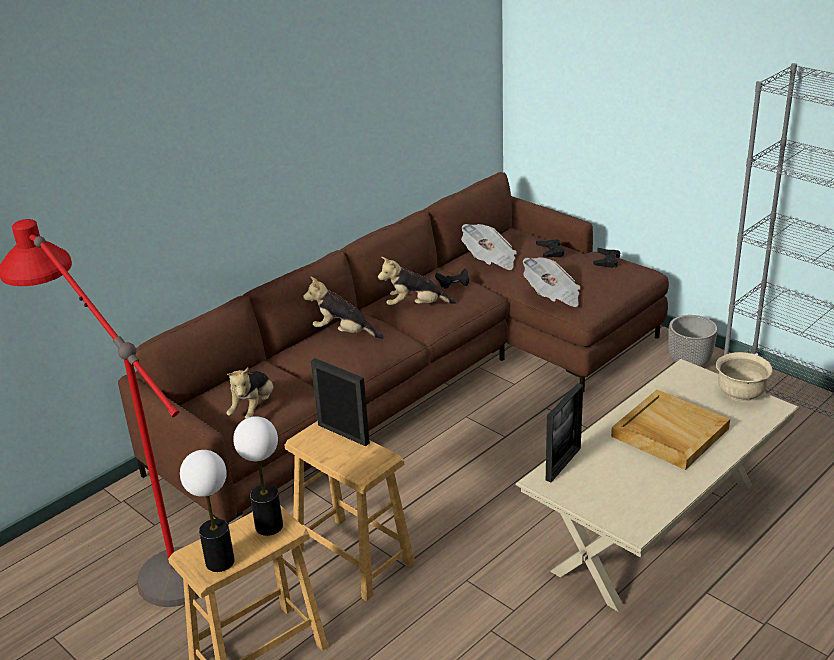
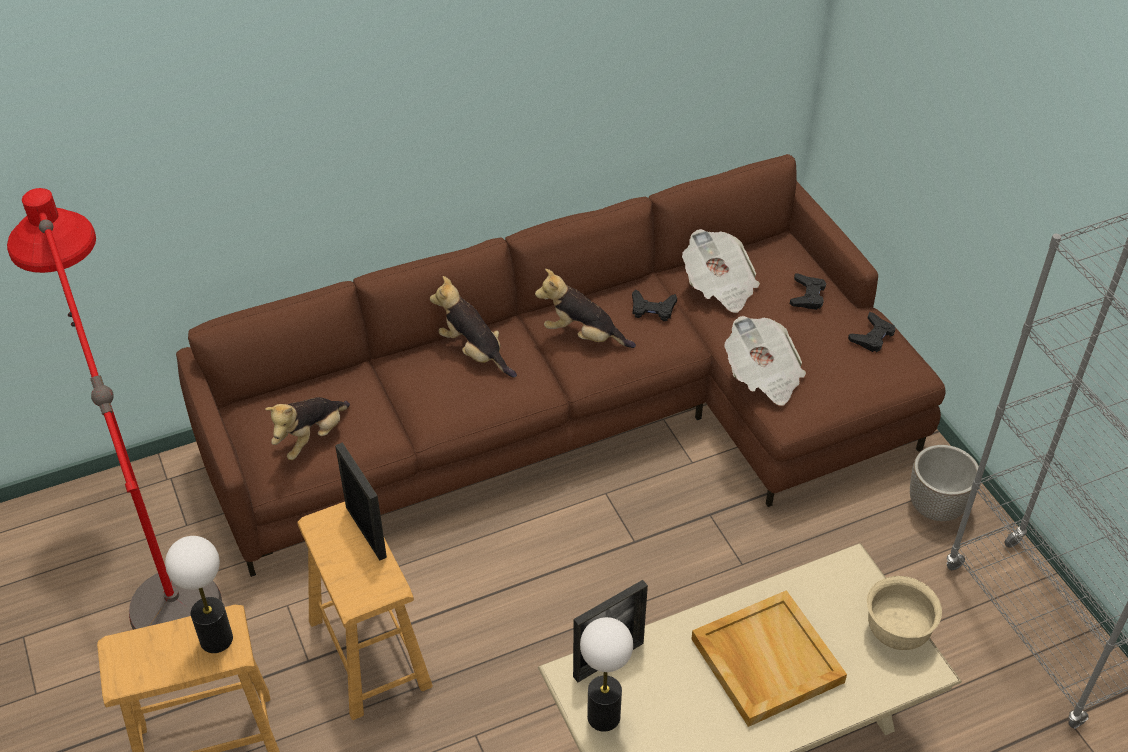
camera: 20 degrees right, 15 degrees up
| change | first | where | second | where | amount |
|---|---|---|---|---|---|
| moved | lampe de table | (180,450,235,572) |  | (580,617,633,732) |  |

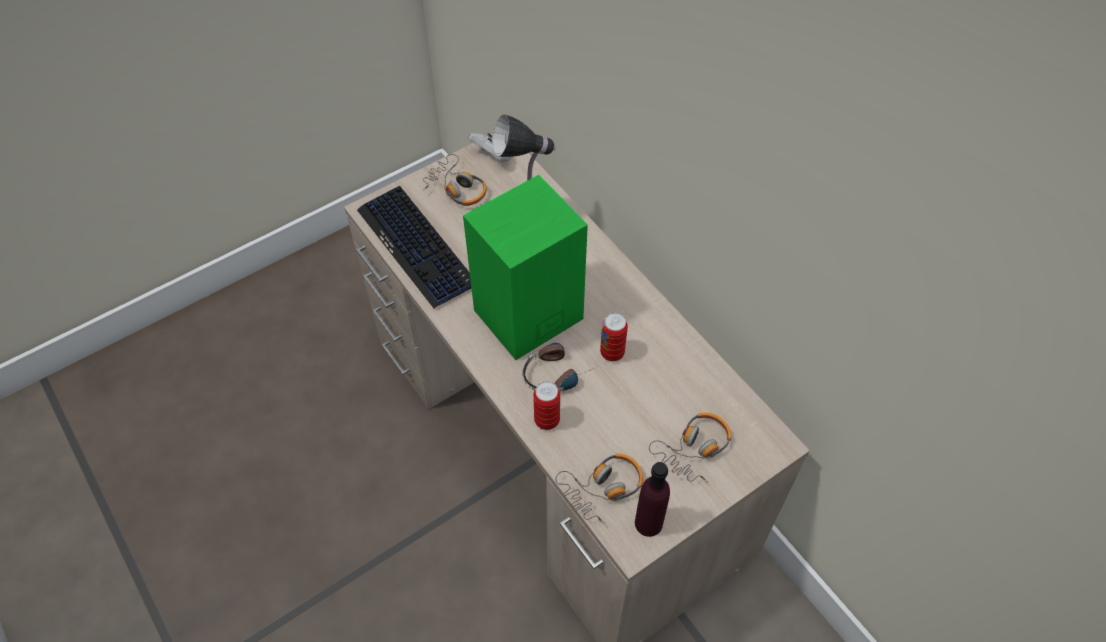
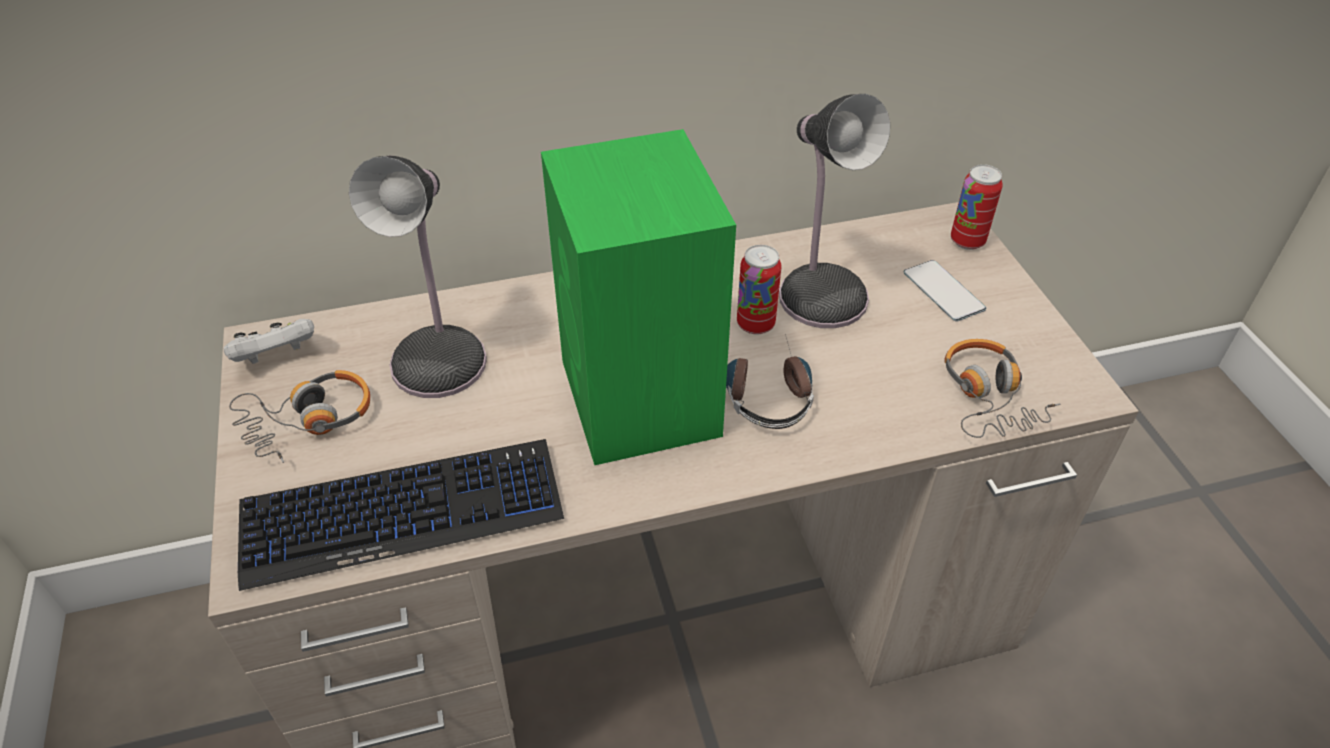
camera: 70 degrees left, 10 degrees down
| change | first | where | second | where | amount |
|---|---|---|---|---|---|
| added |  |  | lampe de table | (779,94,890,328) |  |
| replaced | casque audio | (649,413,731,482) | téléphone | (904,260,986,322) |  |
| moved | boîte métallique | (533,381,560,430) |  | (951,164,1003,250) |  |
| removed | bouteille/violet | (635,462,670,537) |  |  |  |

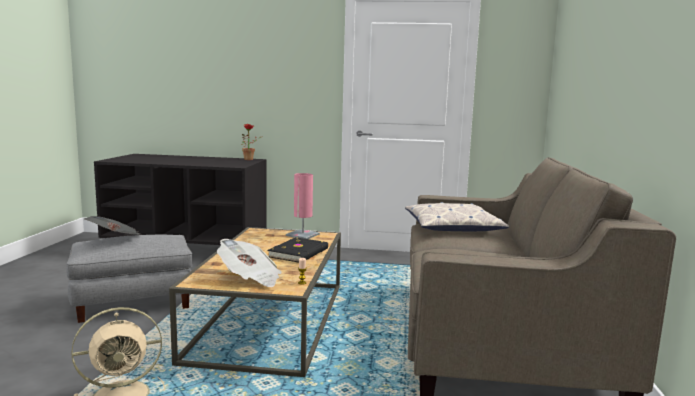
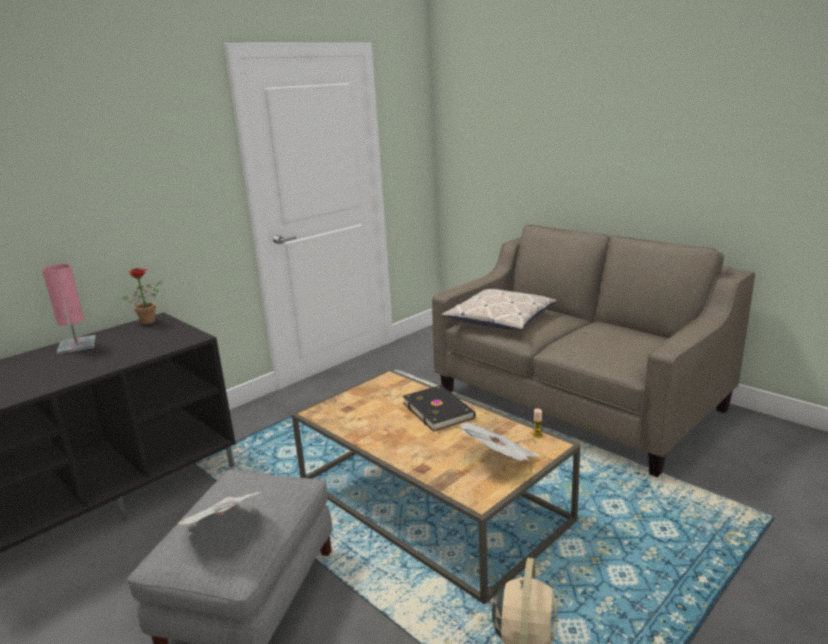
camera: 50 degrees left, 10 degrees up
| change | first | where | second | where | amount |
|---|---|---|---|---|---|
| moved | lampe de table/rose | (286,173,320,239) |  | (42,264,96,355) |  |

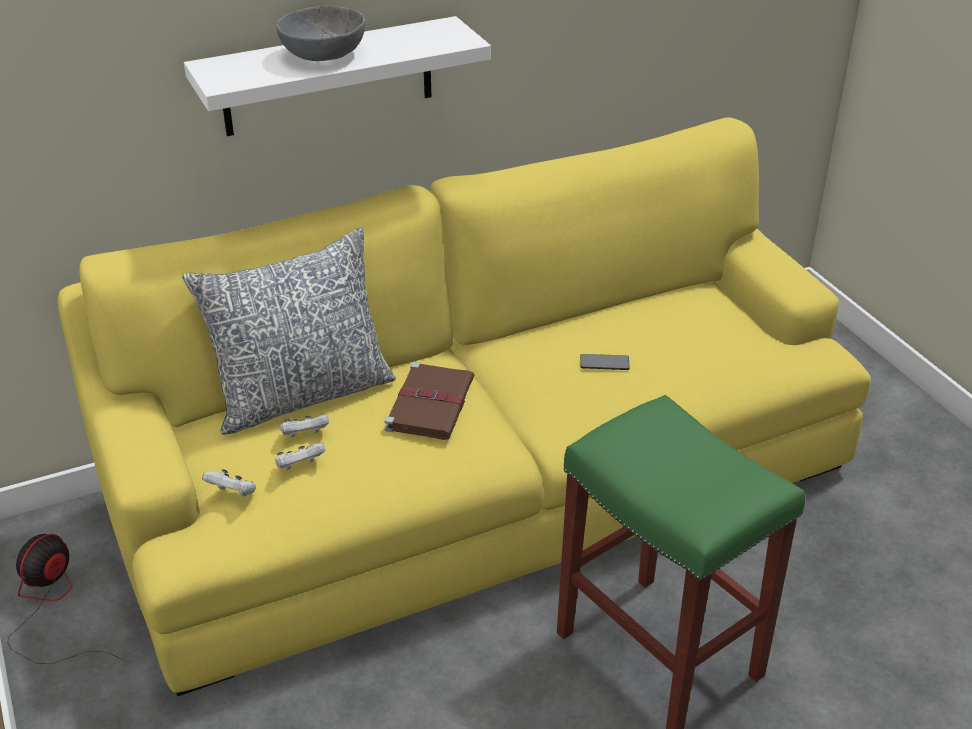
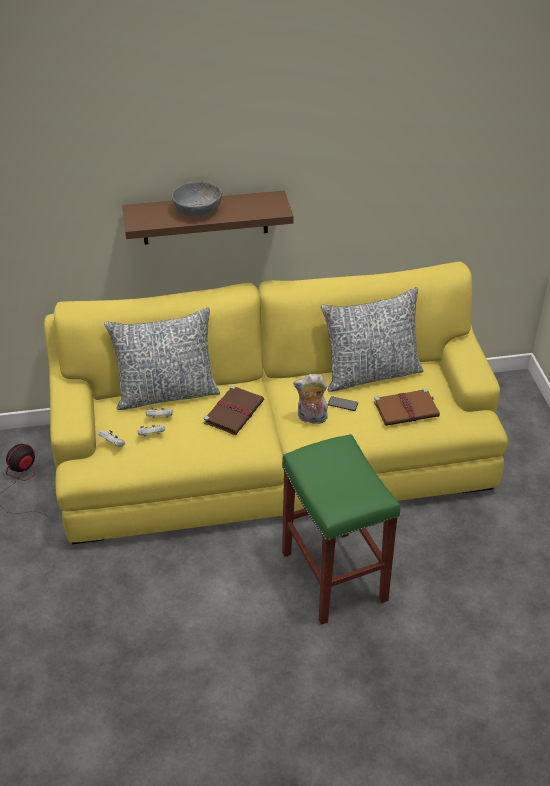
camera: 15 degrees right, 5 degrees up
| change | first | where | second | where | amount |
|---|---|---|---|---|---|
| recoloured | étagère/blanc | (184,16,491,136) | étagère/marron | (122,191,294,245) |  |
| added |  |  | peluche | (293,374,329,424) |  |
| added |  |  | coussin | (321,287,424,392) |  |
| added |  |  | livre/marron | (374,388,440,426) |  |

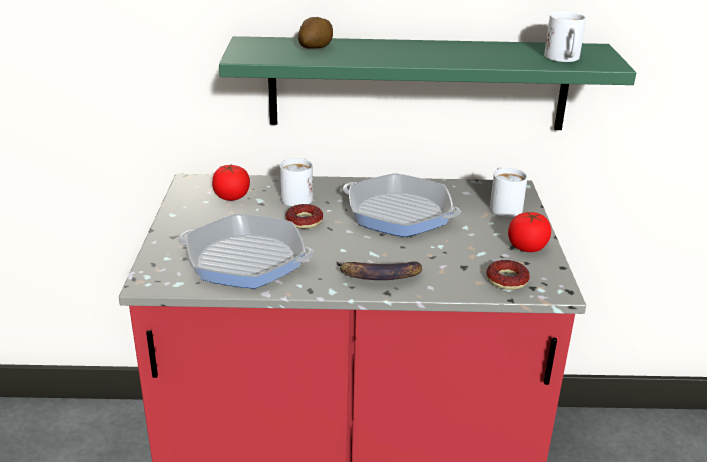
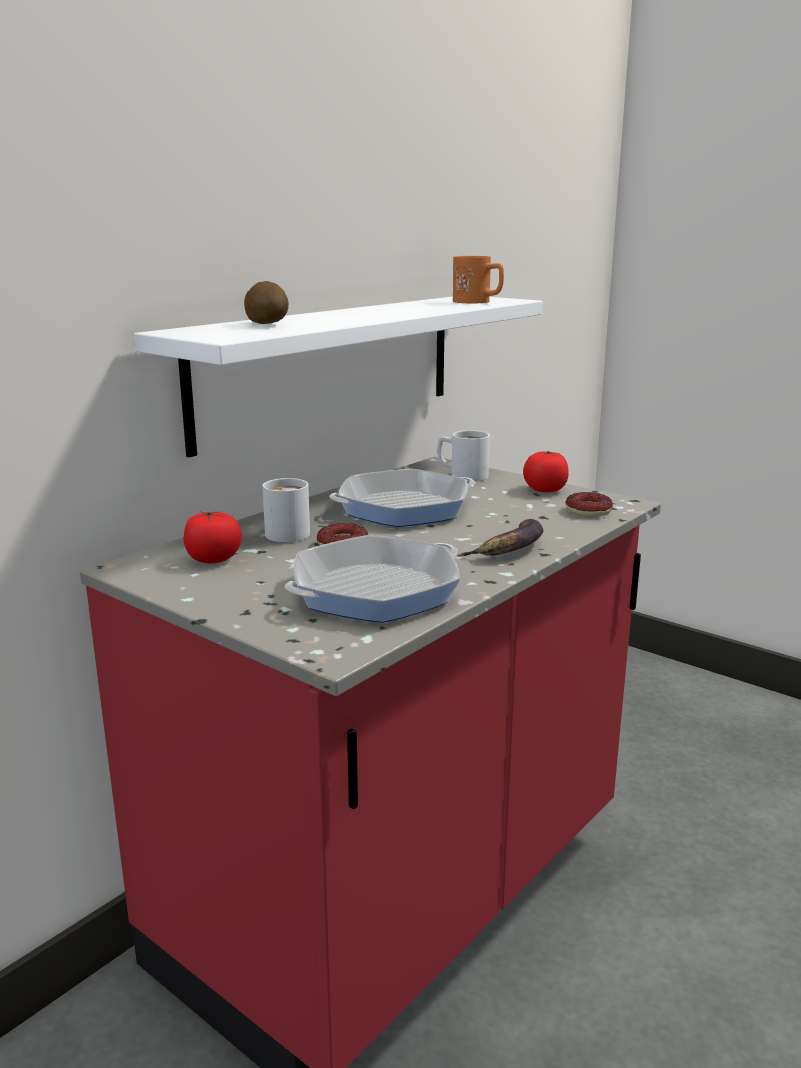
camera: 50 degrees left, 10 degrees down
| change | first | where | second | where | amount |
|---|---|---|---|---|---|
| recoloured | étagère/vert | (219,36,636,130) | étagère/blanc | (134,297,543,458) |  |
| recoloured | mug/blanc | (544,12,586,62) | mug/orange | (453,256,504,303) |  |

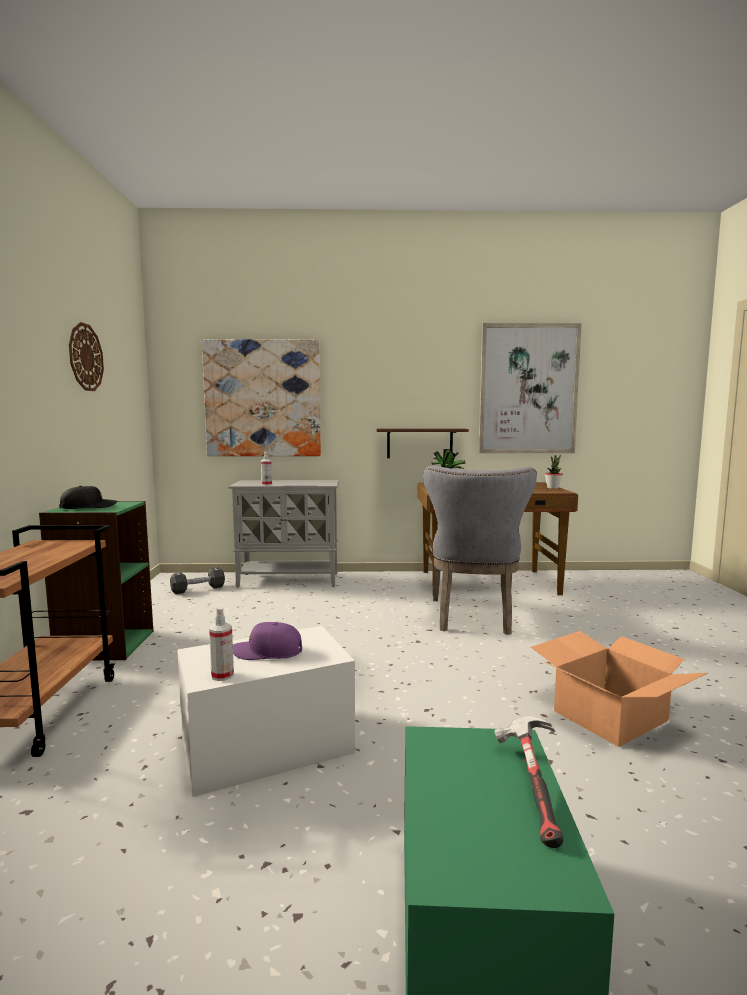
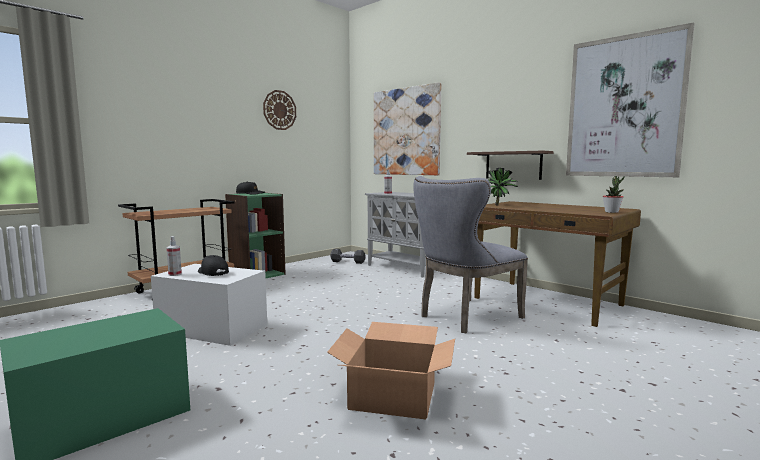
camera: 45 degrees right, 0 degrees up
| change | first | where | second | where | amount |
|---|---|---|---|---|---|
| recoloured | casquette/violet | (233,622,302,660) | casquette/noir | (198,255,229,276) |  |
| removed | marteau | (494,716,564,848) |  |  |  |

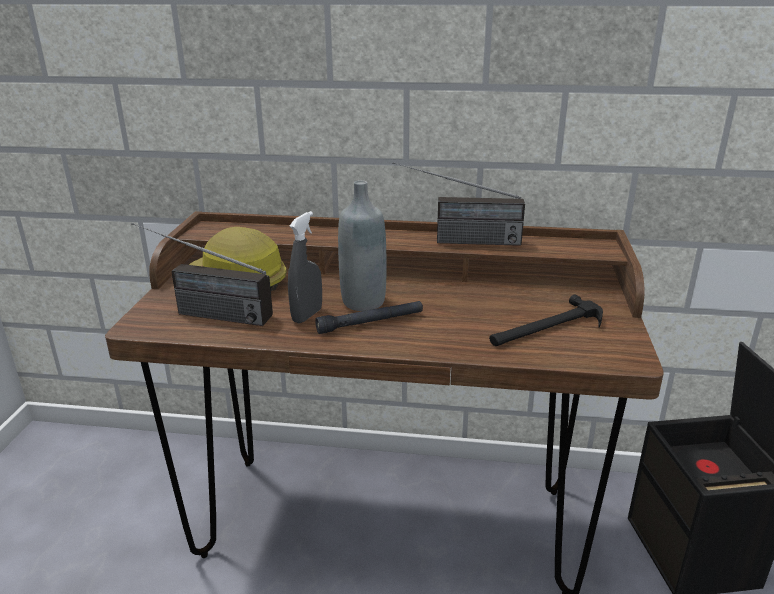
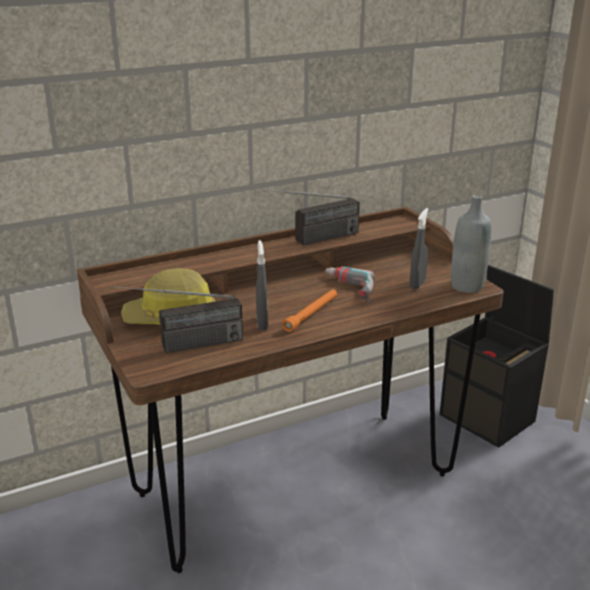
camera: 35 degrees left, 0 degrees up
| change | first | where | second | where | amount |
|---|---|---|---|---|---|
| recoloured | lampe de poche/noir | (315,301,423,334) | lampe de poche/orange | (282,289,337,332) |  |
| added |  |  | perceuse | (325,266,375,304) |  |
| replaced | marteau | (489,294,603,346) | vaporisateur/gris | (410,208,429,290) |  |
| moved | bouteille/gris | (338,180,387,311) |  | (451,195,491,293) |  |

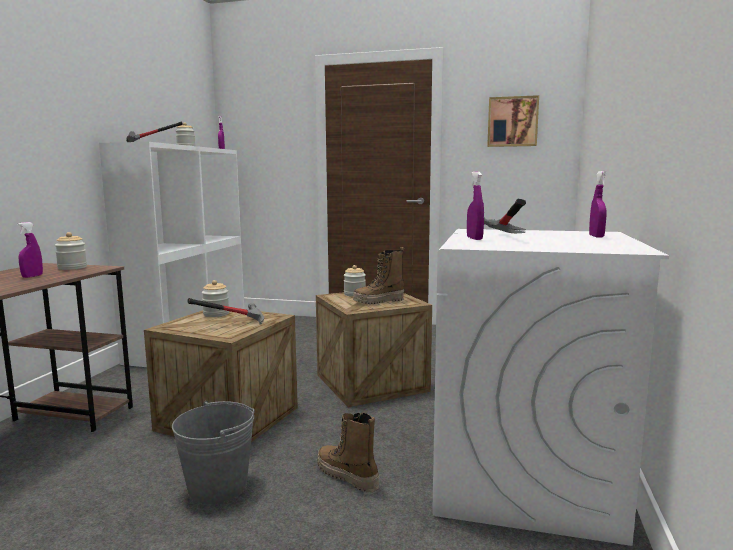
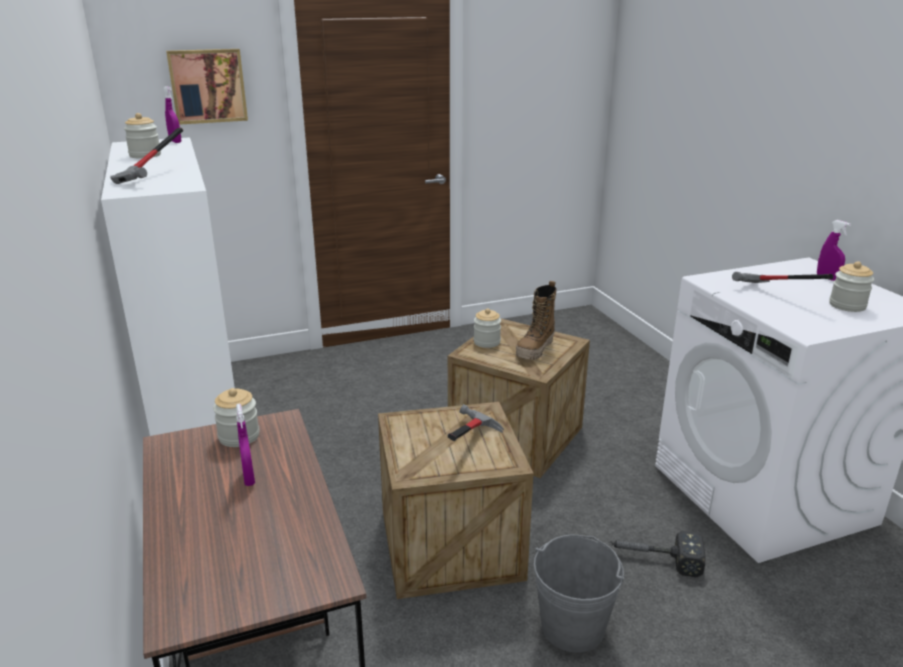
camera: 35 degrees left, 15 degrees up
| change | first | where | second | where | amount |
|---|---|---|---|---|---|
| moved | tableau | (487,95,539,147) |  | (166,49,248,125) |  |
| replaced | botte | (318,412,379,492) | marteau | (608,531,705,577) |  |
| moved | bocal | (202,280,229,317) |  | (829,261,874,312) |  |
| removed | vaporisateur/violet | (467,171,484,240) |  |  |  |

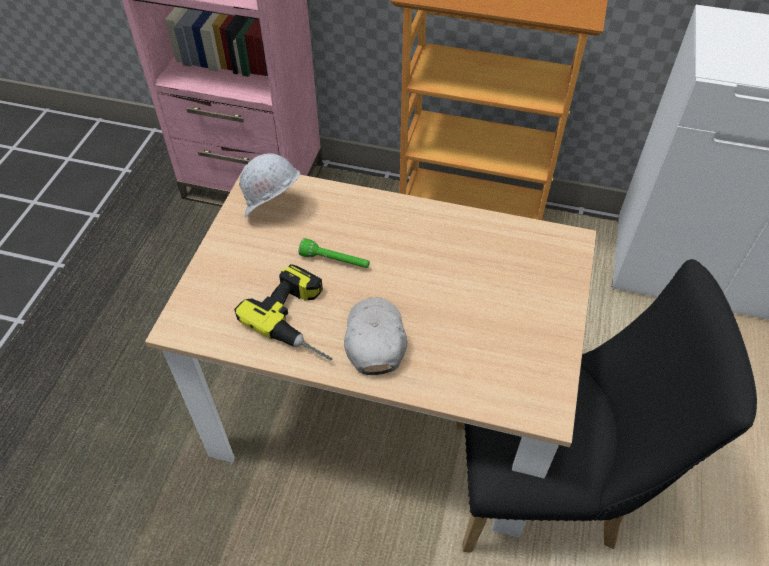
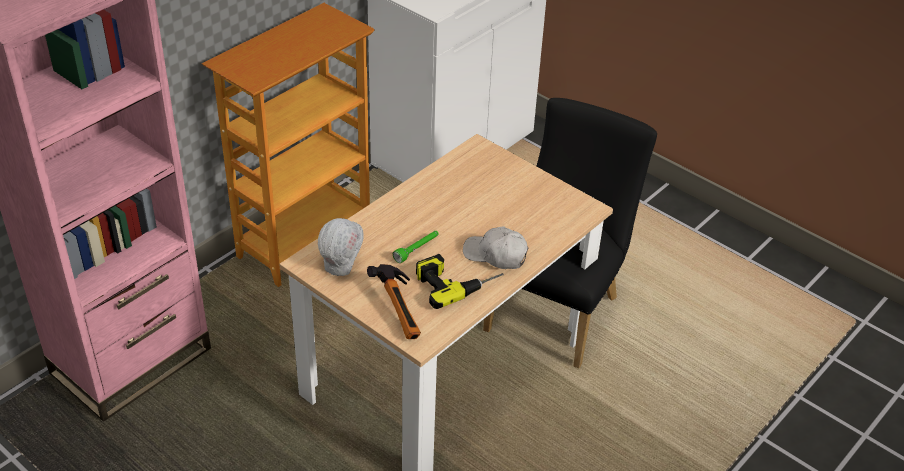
camera: 65 degrees left, 10 degrees down
| change | first | where | second | where | amount |
|---|---|---|---|---|---|
| added |  |  | marteau | (367,264,421,339) |  |

